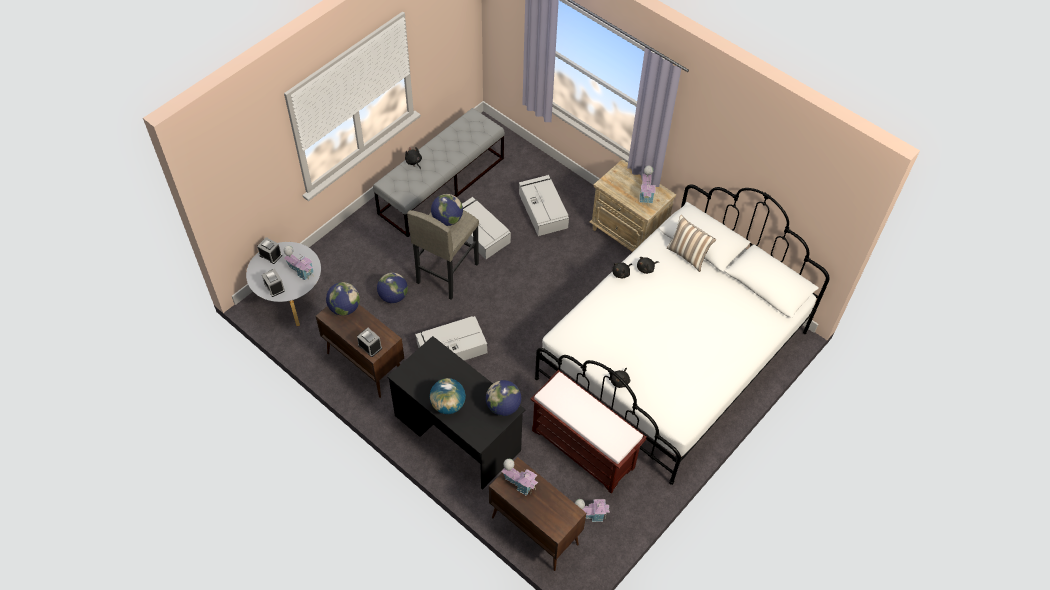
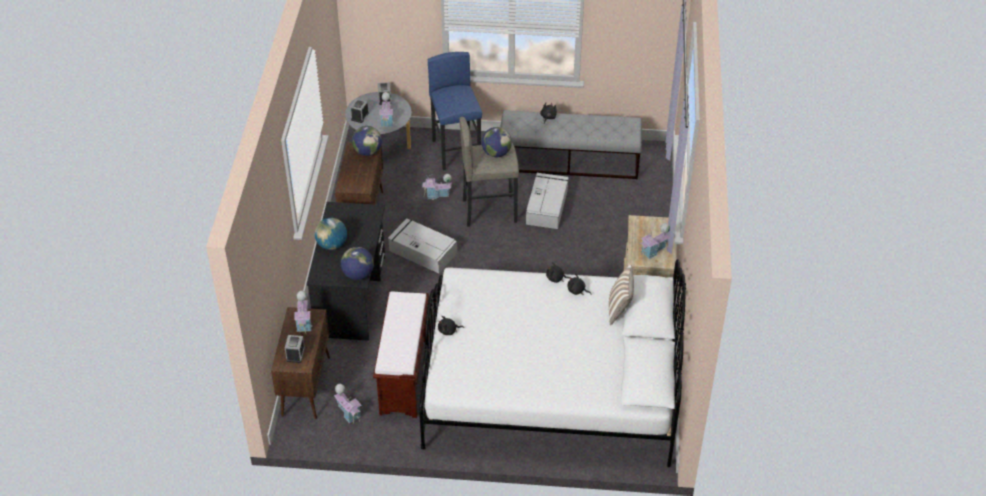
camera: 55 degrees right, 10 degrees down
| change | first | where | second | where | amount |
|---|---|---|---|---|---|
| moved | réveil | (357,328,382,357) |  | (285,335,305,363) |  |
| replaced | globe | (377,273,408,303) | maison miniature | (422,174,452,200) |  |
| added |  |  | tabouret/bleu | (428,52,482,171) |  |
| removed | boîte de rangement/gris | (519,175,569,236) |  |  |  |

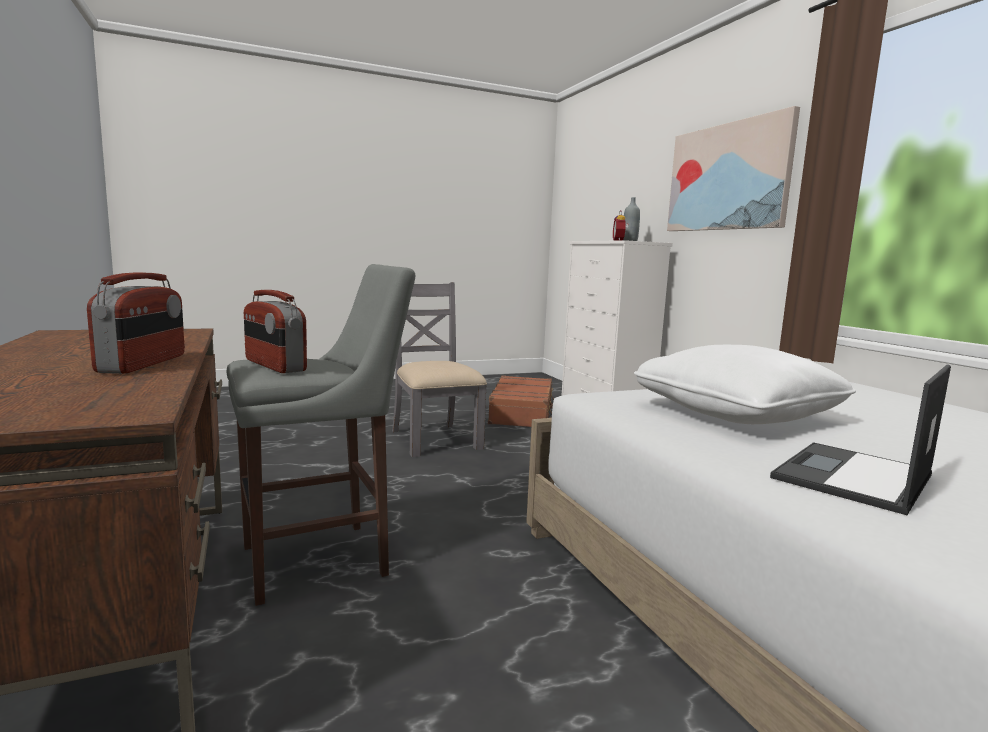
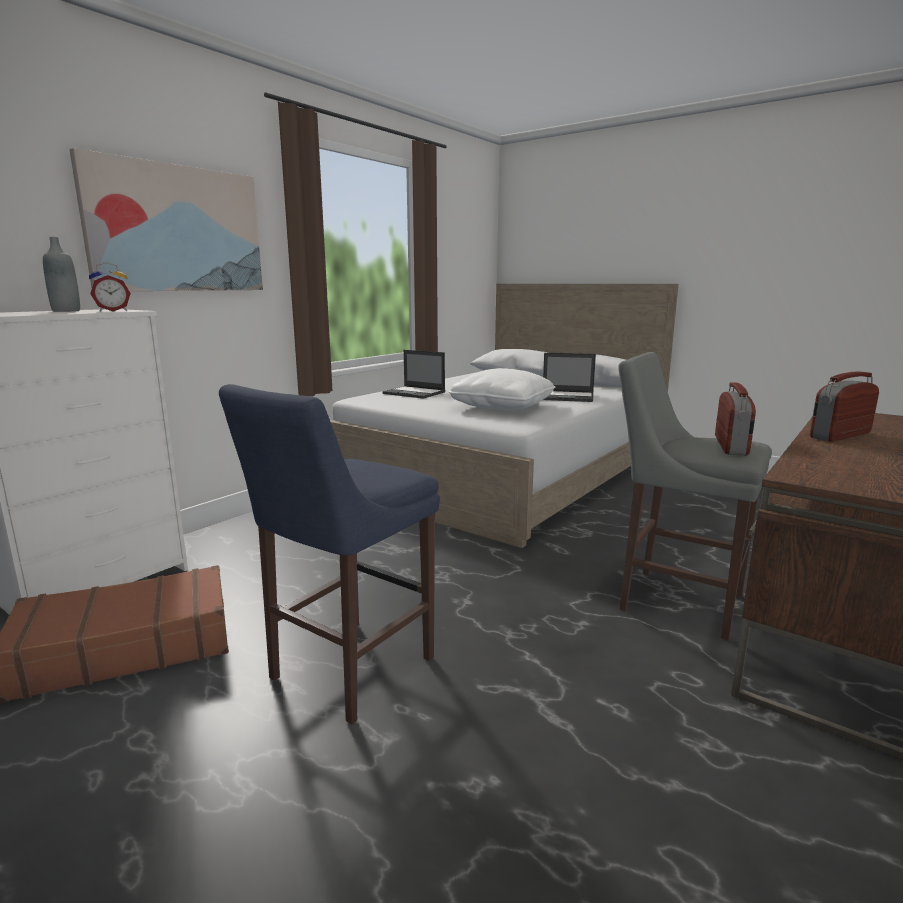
camera: 120 degrees left, 5 degrees up
| change | first | where | second | where | amount |
|---|---|---|---|---|---|
| replaced | chaise/gris | (392,282,487,457) | tabouret/bleu | (219,384,440,724) |  |
| added |  |  | ordinateur portable | (383,350,445,399) |  |

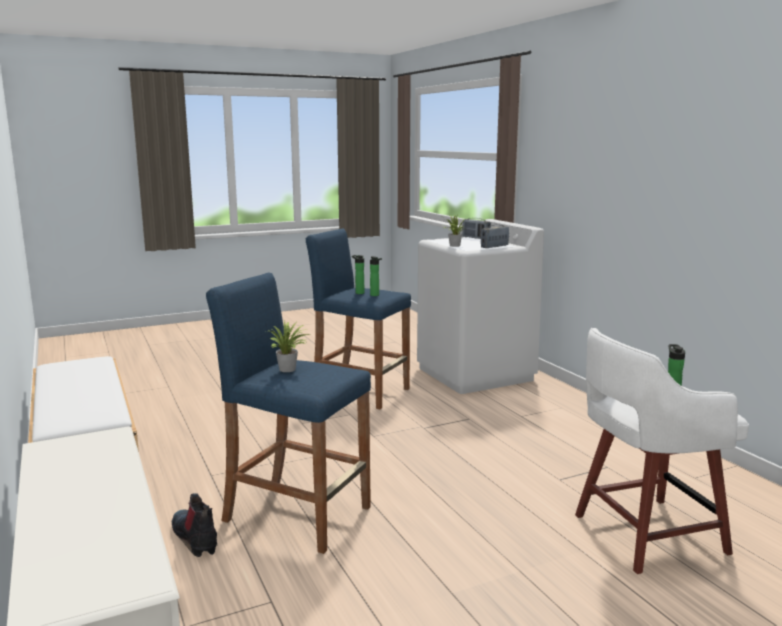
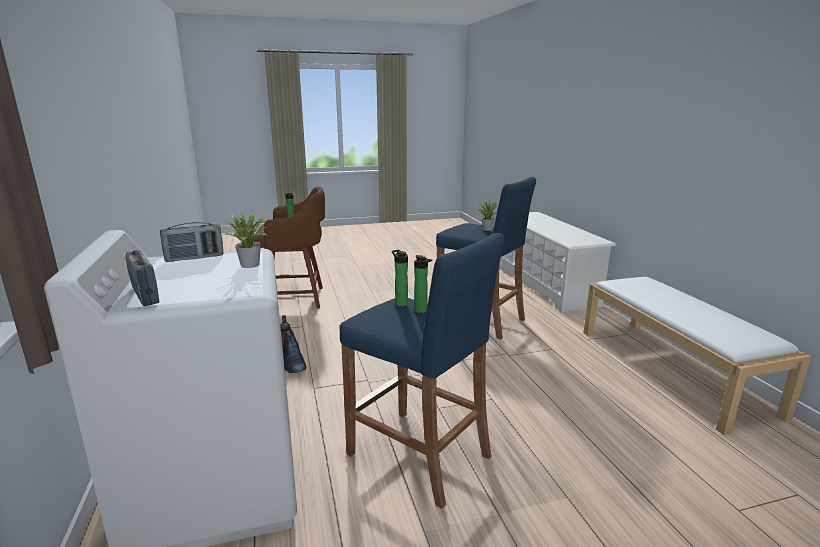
camera: 170 degrees left, 5 degrees up
| change | first | where | second | where | amount |
|---|---|---|---|---|---|
| recoloured | tabouret/blanc | (575,328,749,574) | tabouret/marron | (254,187,325,308) |  |
| moved | botte | (172,493,217,557) |  | (280,315,306,373) |  |

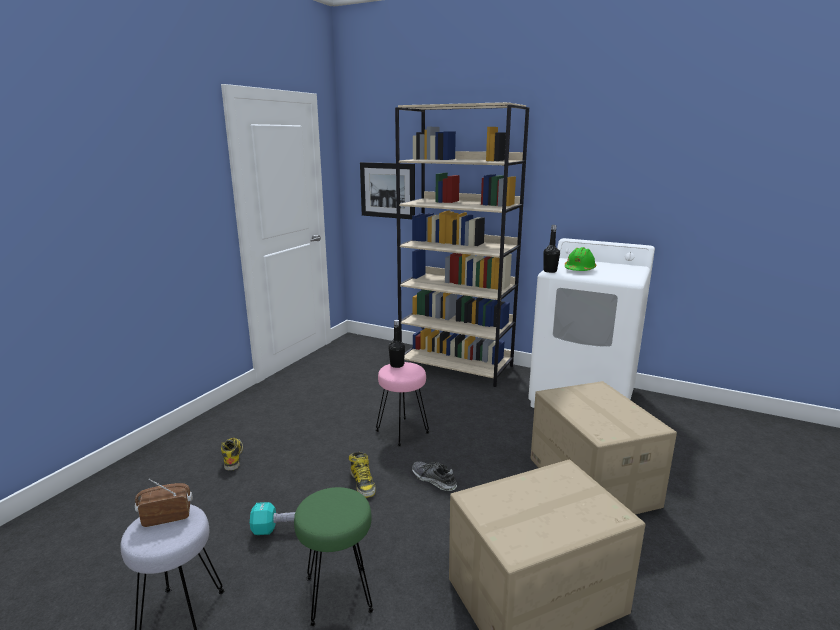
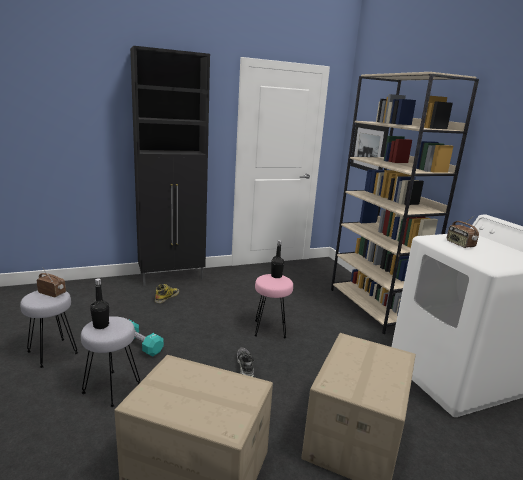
camera: 40 degrees right, 0 degrees up
| change | first | where | second | where | amount |
|---|---|---|---|---|---|
| recoloured | tabouret/vert | (294,487,374,627) | tabouret/gris | (81,316,140,407) |  |
| moved | bouteille/noir | (543,225,560,273) |  | (90,278,109,329) |  |
| added |  |  | meuble de rangement/noir | (130,46,210,286) |  |
| replaced | casque de chantier/vert | (565,247,597,271) | radio | (447,215,479,248) |  |
| removed | botte | (349,452,376,498) |  |  |  |

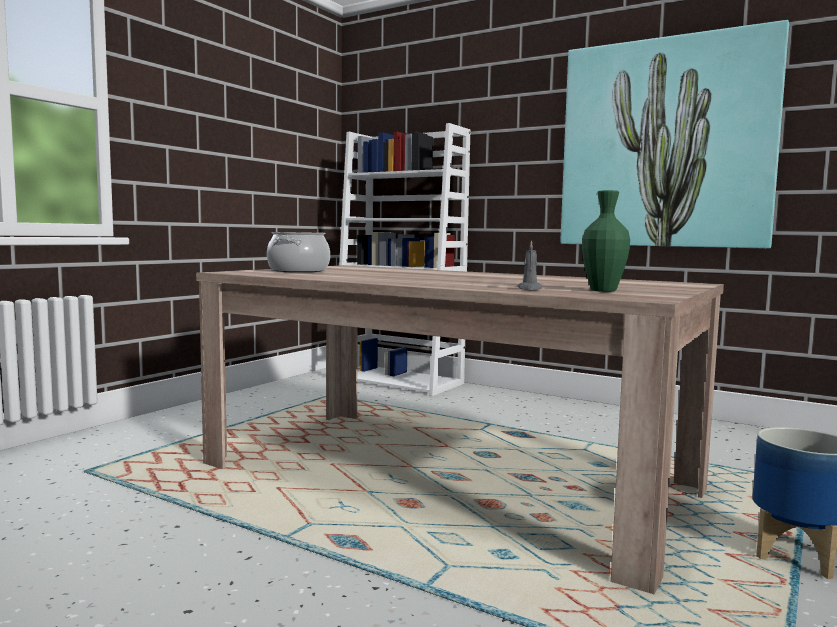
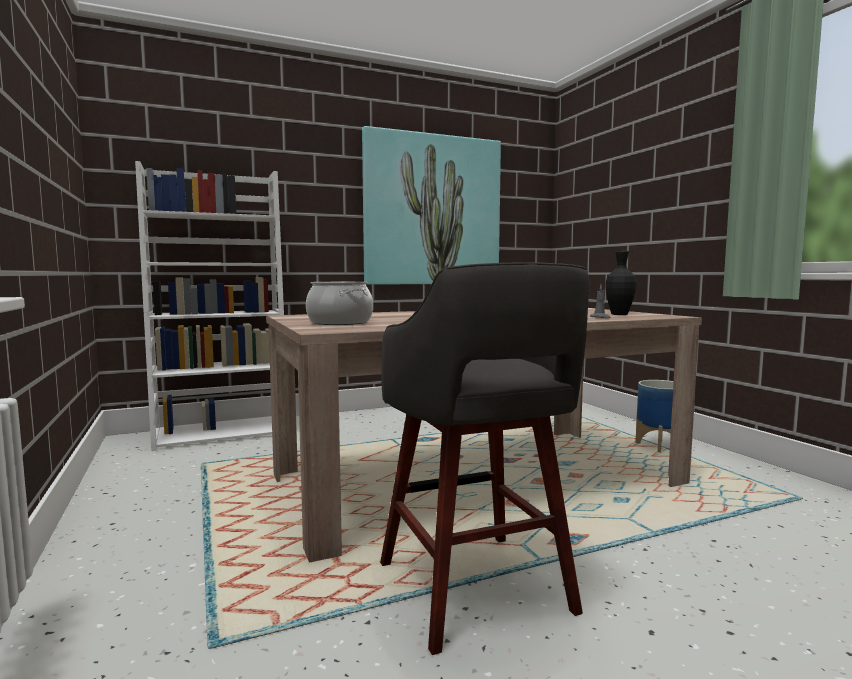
camera: 55 degrees left, 0 degrees up
| change | first | where | second | where | amount |
|---|---|---|---|---|---|
| added |  |  | tabouret/gris | (380,262,590,655) |  |
| recoloured | vase/vert | (582,190,630,292) | vase/noir | (606,251,637,315) |  |

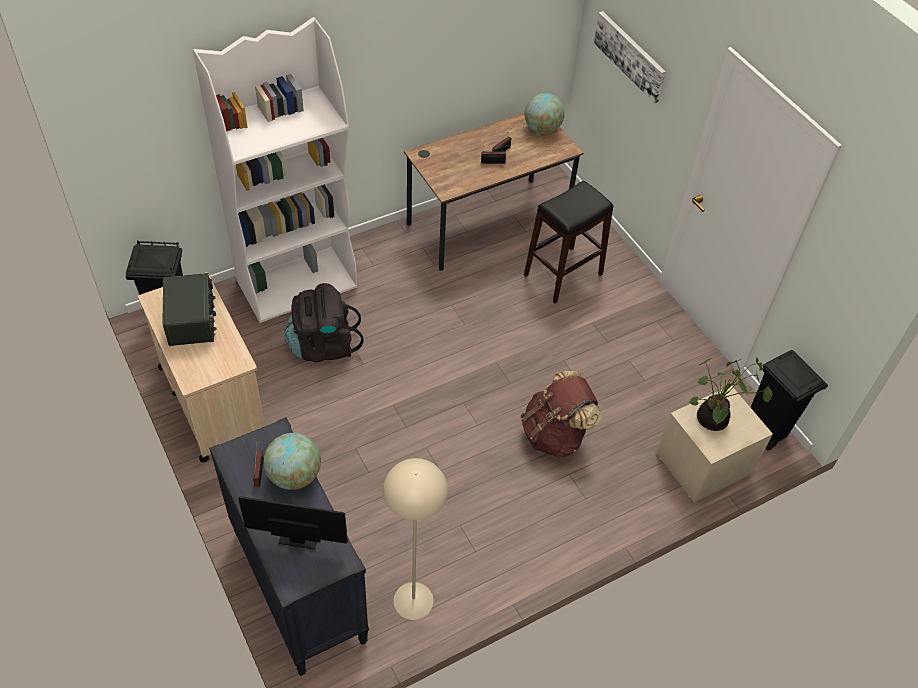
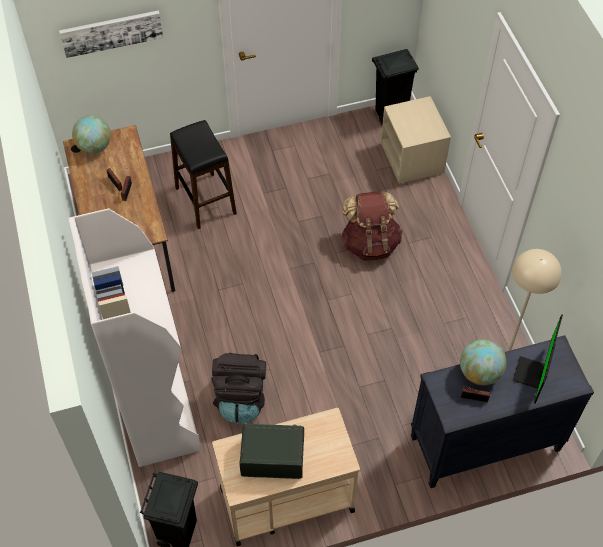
camera: 75 degrees left, 5 degrees up
| change | first | where | second | where | amount |
|---|---|---|---|---|---|
| removed | plante en pot | (689,358,772,431) |  |  |  |

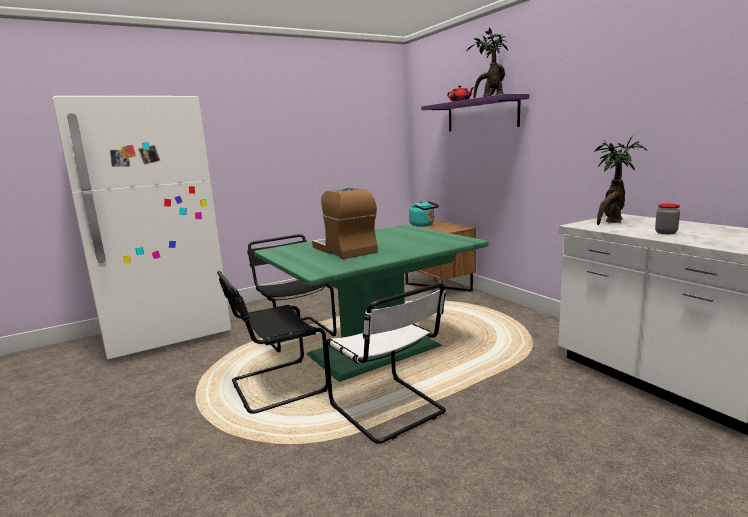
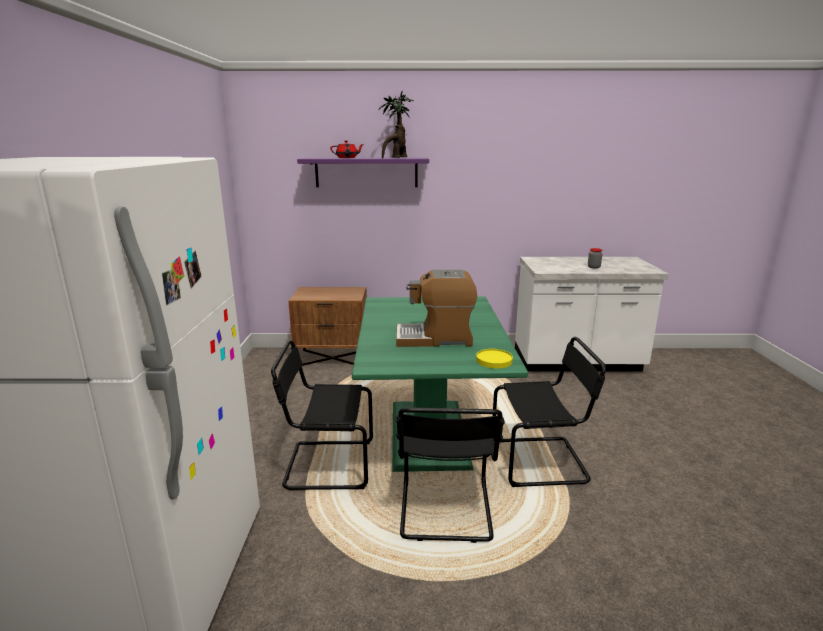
camera: 60 degrees left, 5 degrees up
| change | first | where | second | where | amount |
|---|---|---|---|---|---|
| added |  |  | assiette/jaune | (476,349,513,369) |  |
| recoloured | chaise/blanc | (324,283,446,444) | chaise/noir | (493,337,606,487) |  |
| removed | bouilloire/turquoise | (409,201,439,227) |  |  |  |
| removed | plante en pot | (594,136,647,225) |  |  |  |

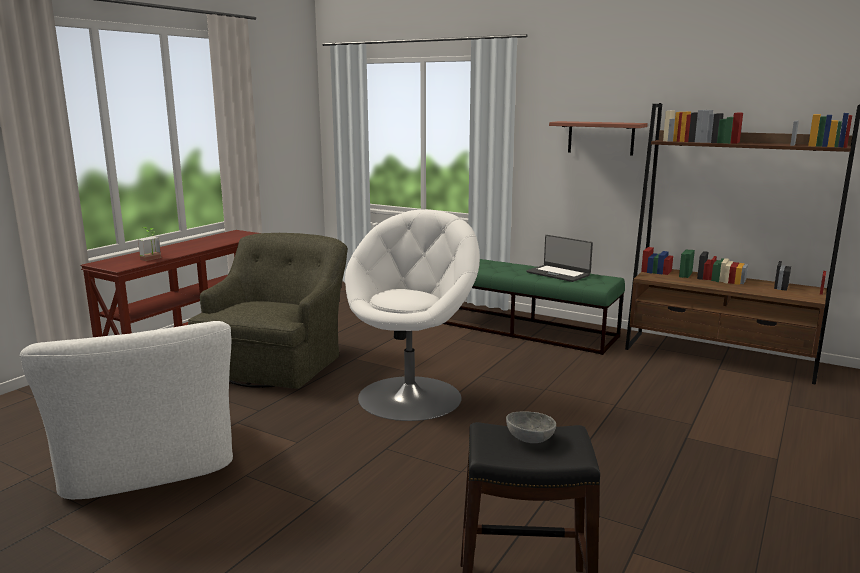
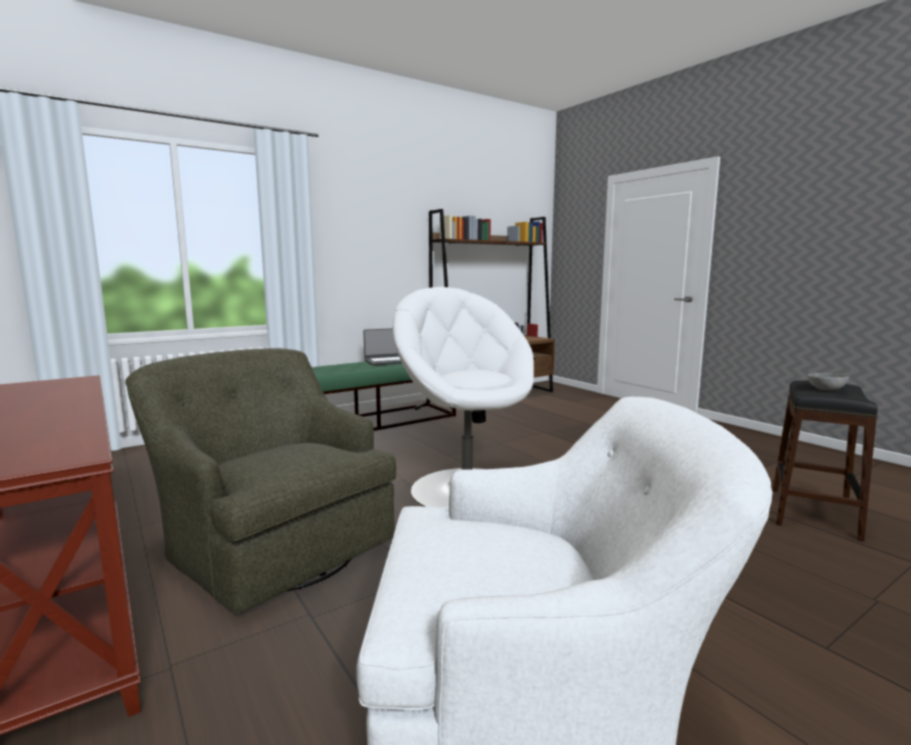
camera: 65 degrees left, 5 degrees down
| change | first | where | second | where | amount |
|---|---|---|---|---|---|
| removed | plante en pot | (138,227,161,261) |  |  |  |
| removed | étagère | (549,121,648,155) |  |  |  |

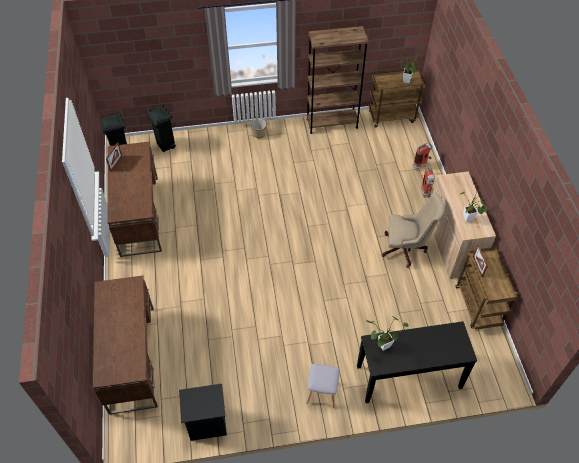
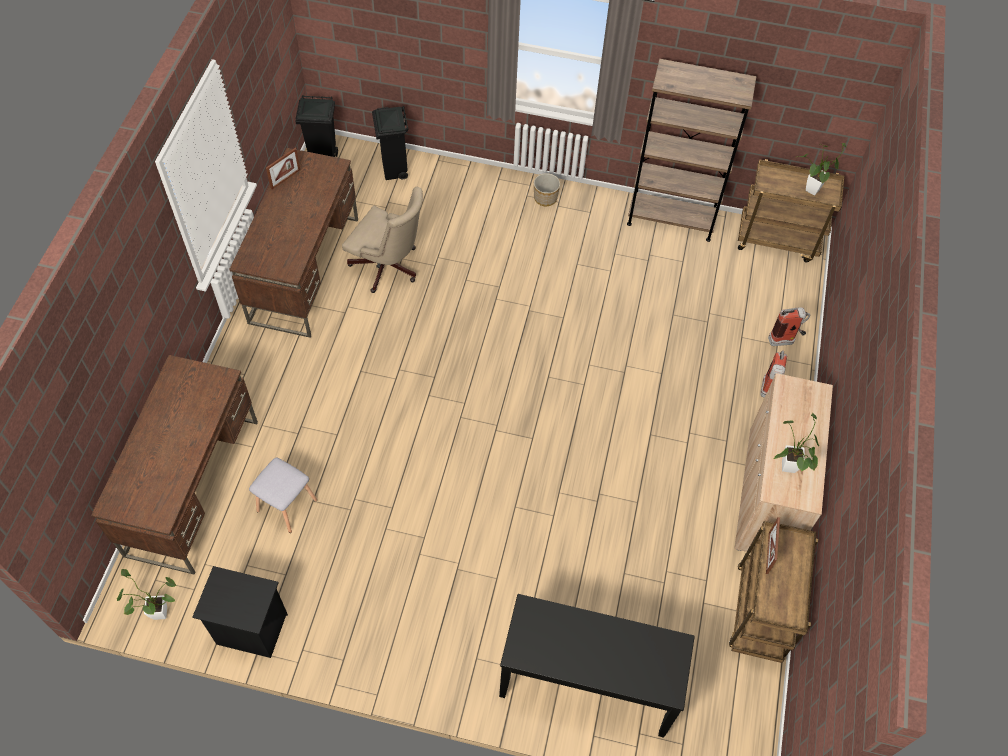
camera: 20 degrees right, 5 degrees up
| change | first | where | second | where | amount |
|---|---|---|---|---|---|
| moved | plante en pot | (366,316,409,351) |  | (117,569,177,620) |  |
| moved | tabouret/gris | (306,364,340,408) |  | (249,458,317,533) |  |
| moved | chaise de bureau/beige | (382,193,445,268) |  | (342,187,423,293) |  |

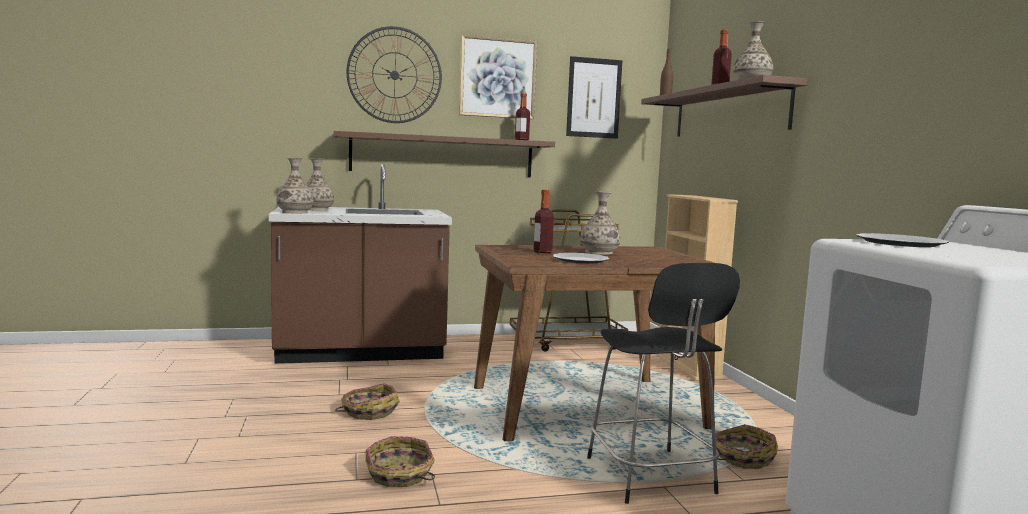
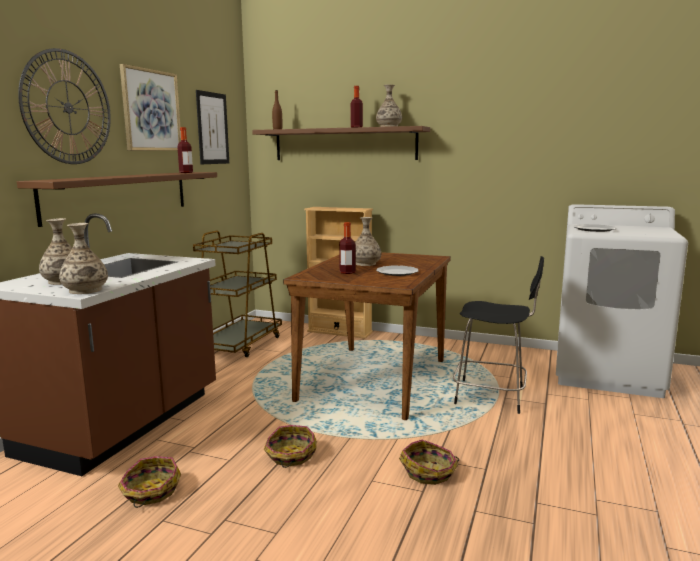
camera: 55 degrees left, 5 degrees up
| change | first | where | second | where | amount |
|---|---|---|---|---|---|
| moved | panier | (715,424,778,469) |  | (118,456,181,508) |  |

